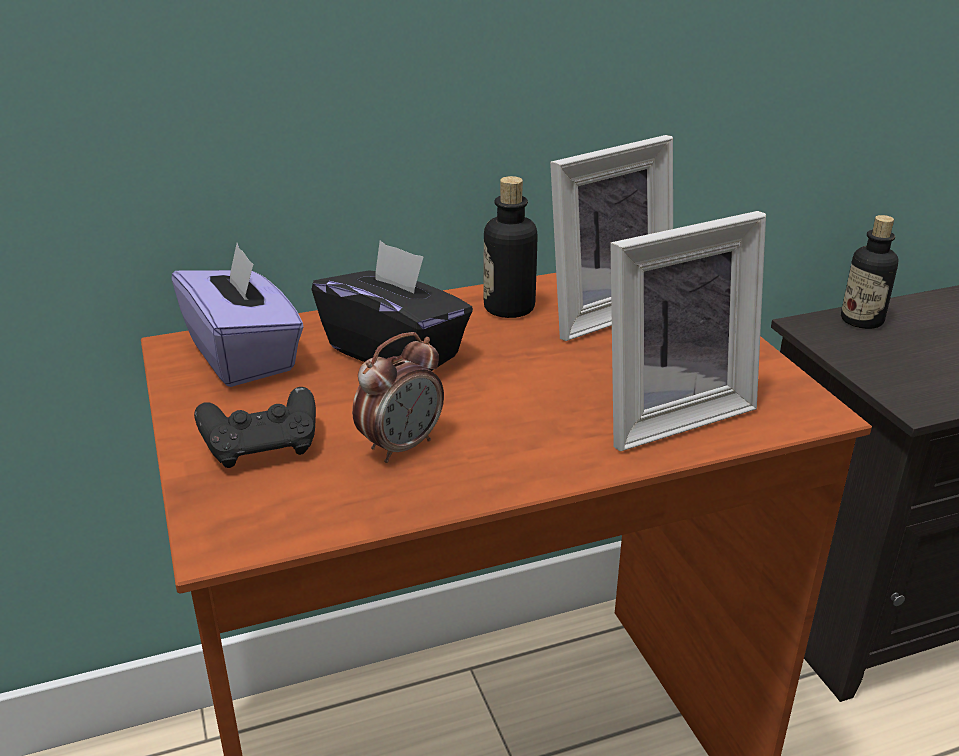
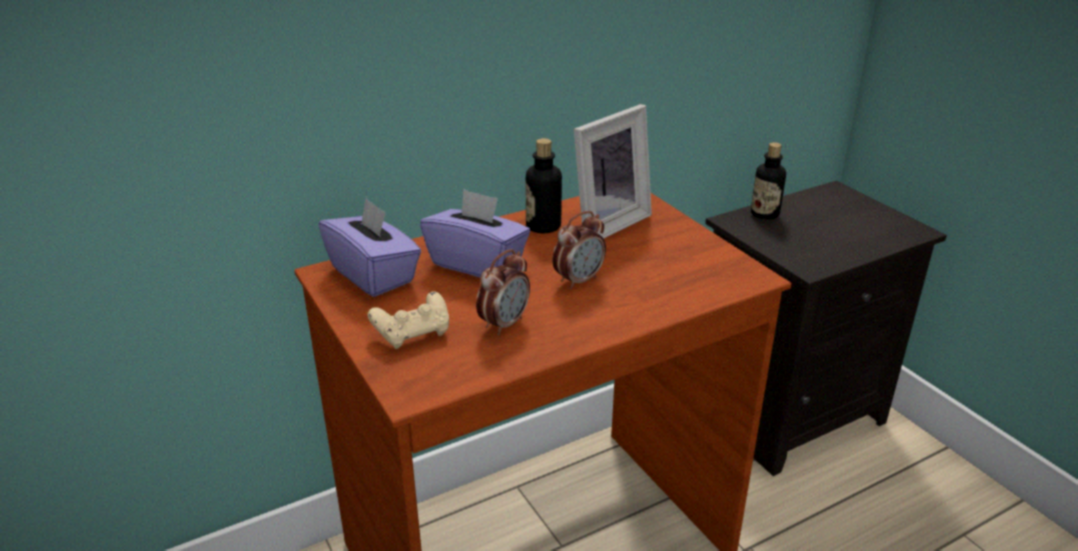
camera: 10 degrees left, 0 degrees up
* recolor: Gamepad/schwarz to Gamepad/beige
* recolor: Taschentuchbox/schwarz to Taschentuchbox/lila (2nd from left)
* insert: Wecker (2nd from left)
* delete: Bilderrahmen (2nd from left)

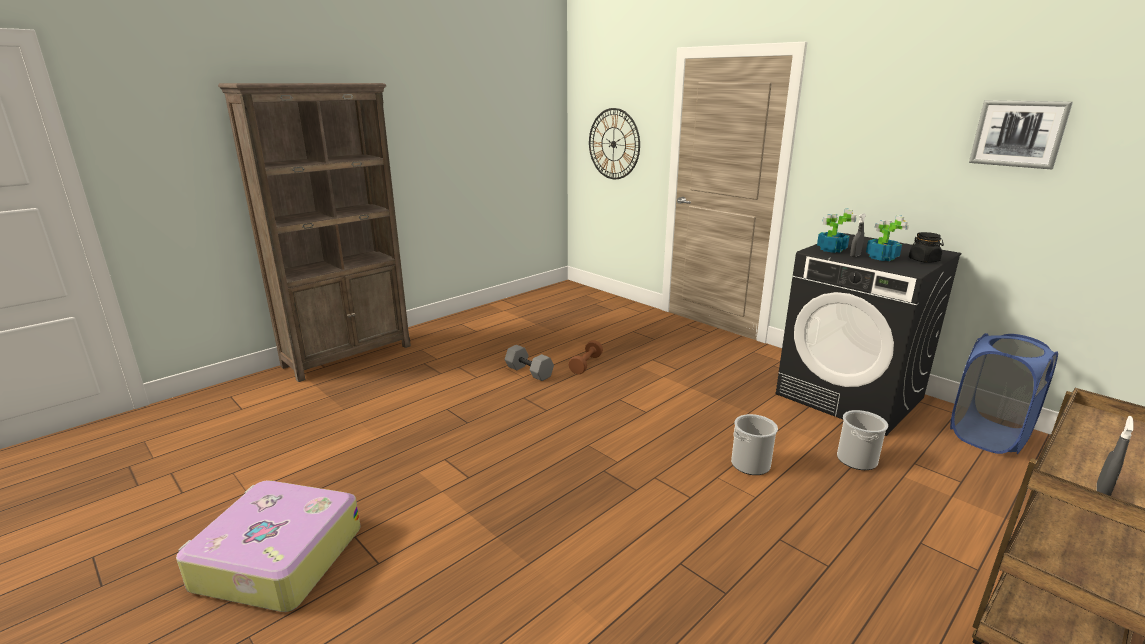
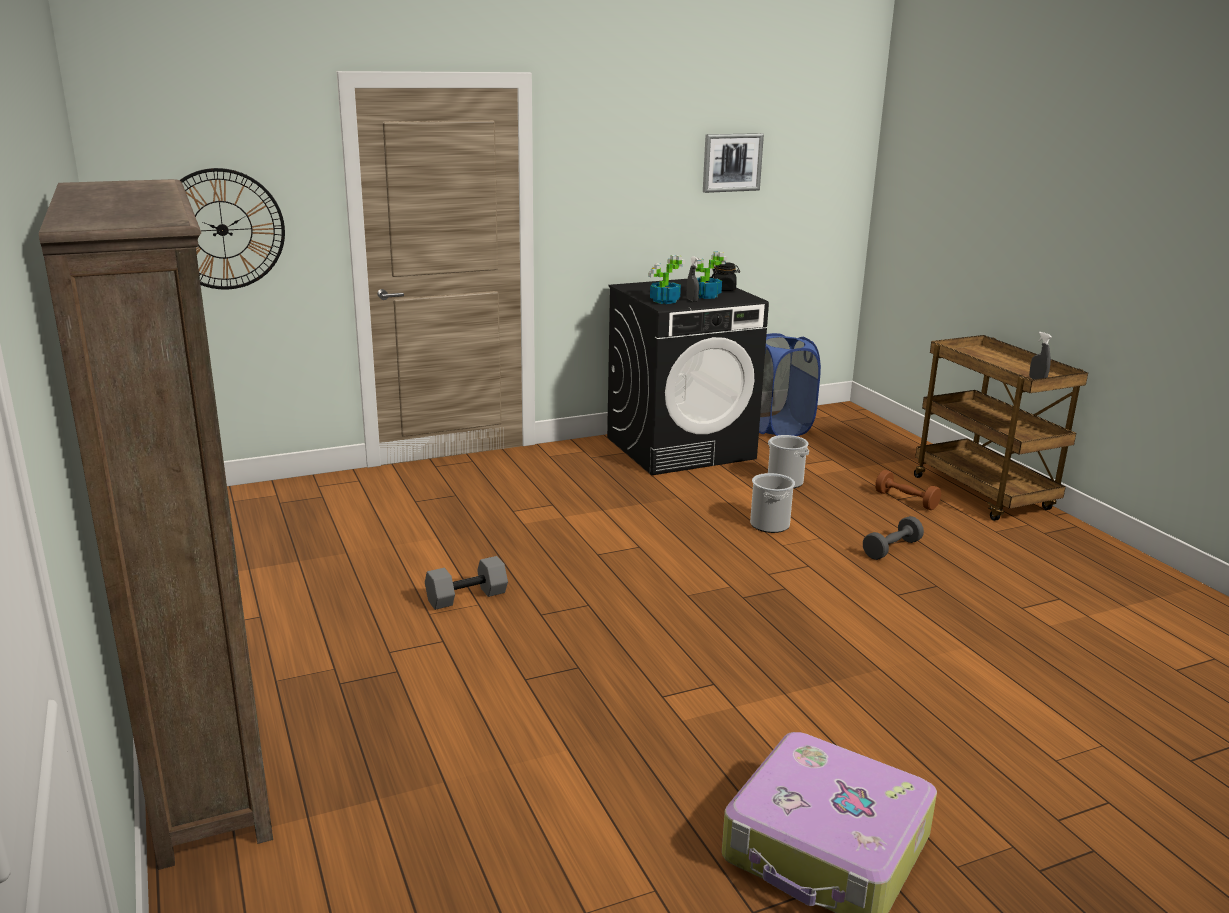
camera: 70 degrees left, 0 degrees up
* insert: Hantel/grau (2nd from left)
* move: Hantel/braun

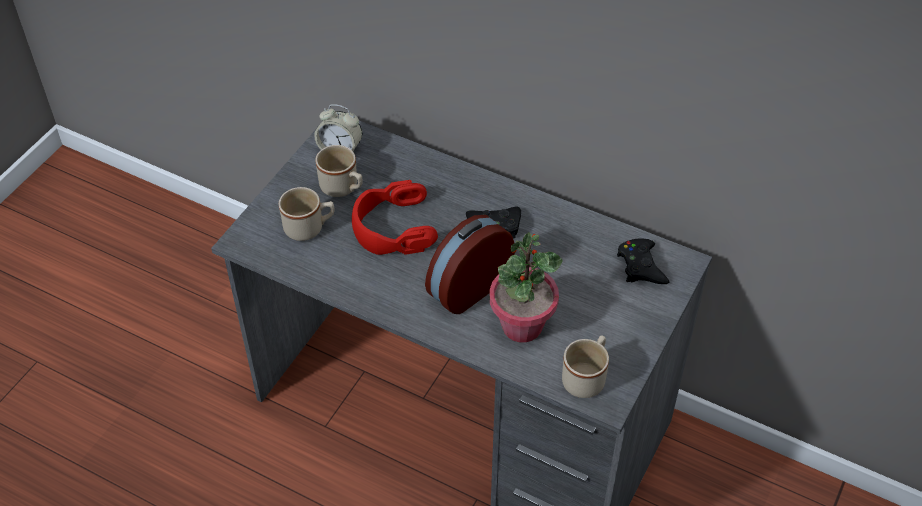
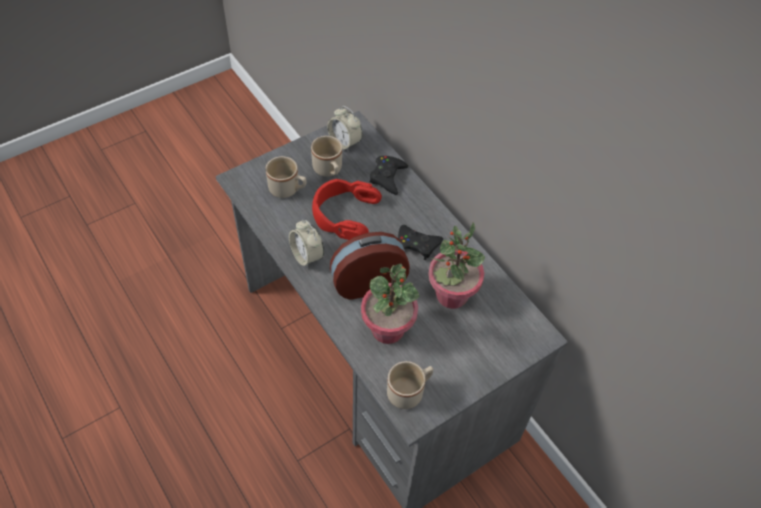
camera: 25 degrees right, 5 degrees up
* insert: Wecker (1st from left)
* move: Gamepad/schwarz (2nd from left in the first image) to Gamepad/schwarz (1st from left)
* insert: Topfpflanze (2nd from left)

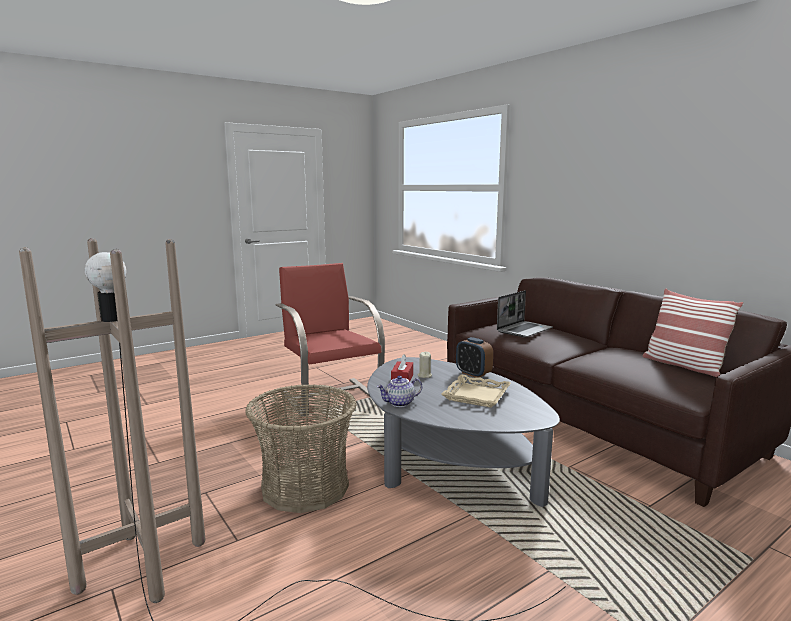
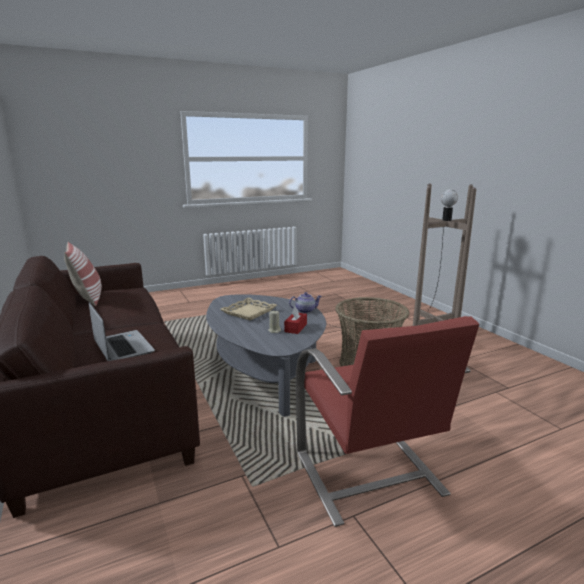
camera: 170 degrees left, 5 degrees up
* rotate: Laptop 90 degrees clockwise
* delete: Wecker

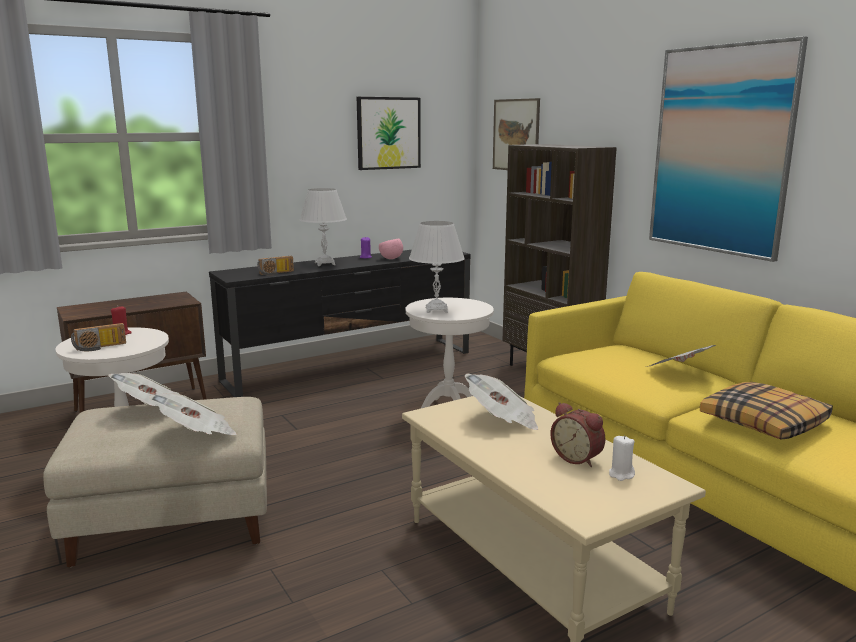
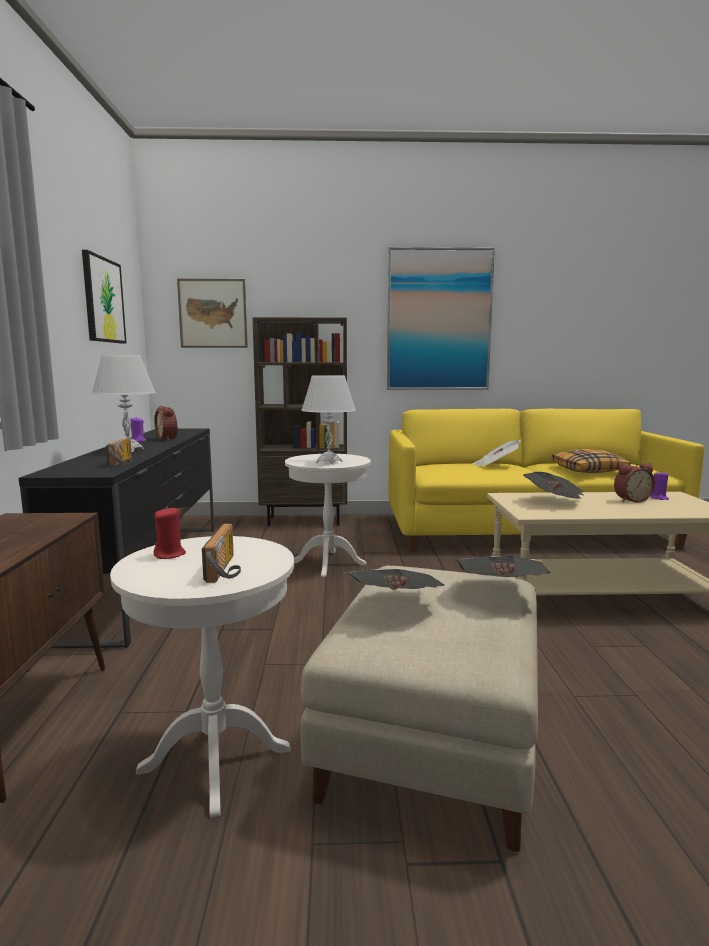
camera: 60 degrees left, 5 degrees down
* replace: Schüssel/rosa to Wecker (1st from left)
* recolor: Kerze/weiß to Kerze/lila (2nd from left)

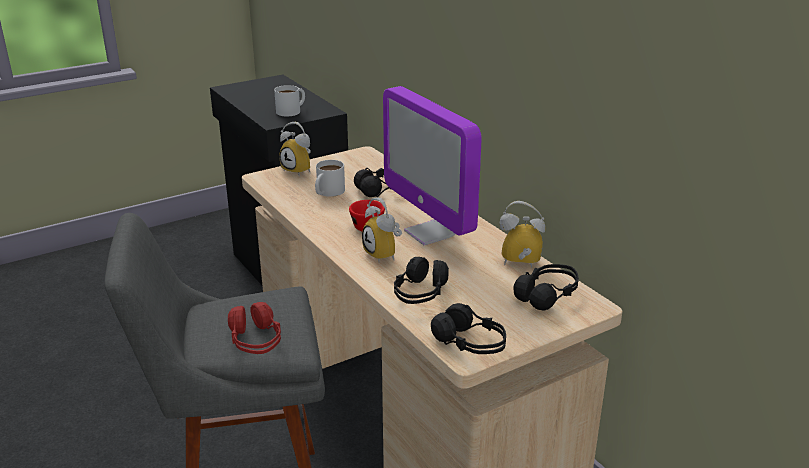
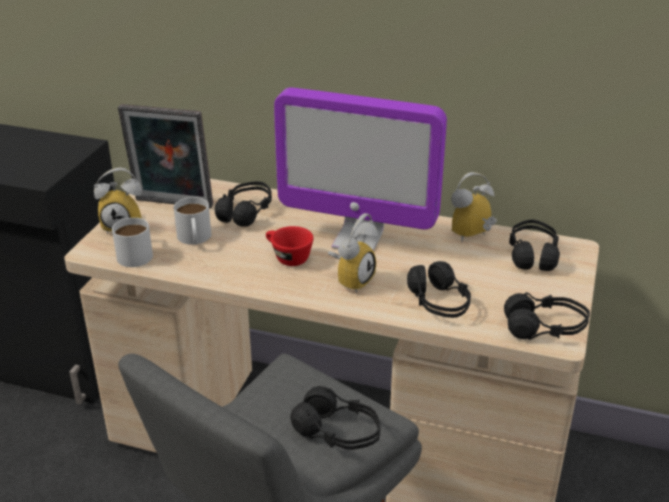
camera: 40 degrees left, 5 degrees up
* move: Henkelbecher/weiß (1st from left)
* insert: Bilderrahmen
* recolor: Kopfhörer/rot to Kopfhörer/schwarz (2nd from left)
* rotate: Wecker (2nd from left) 75 degrees counterclockwise

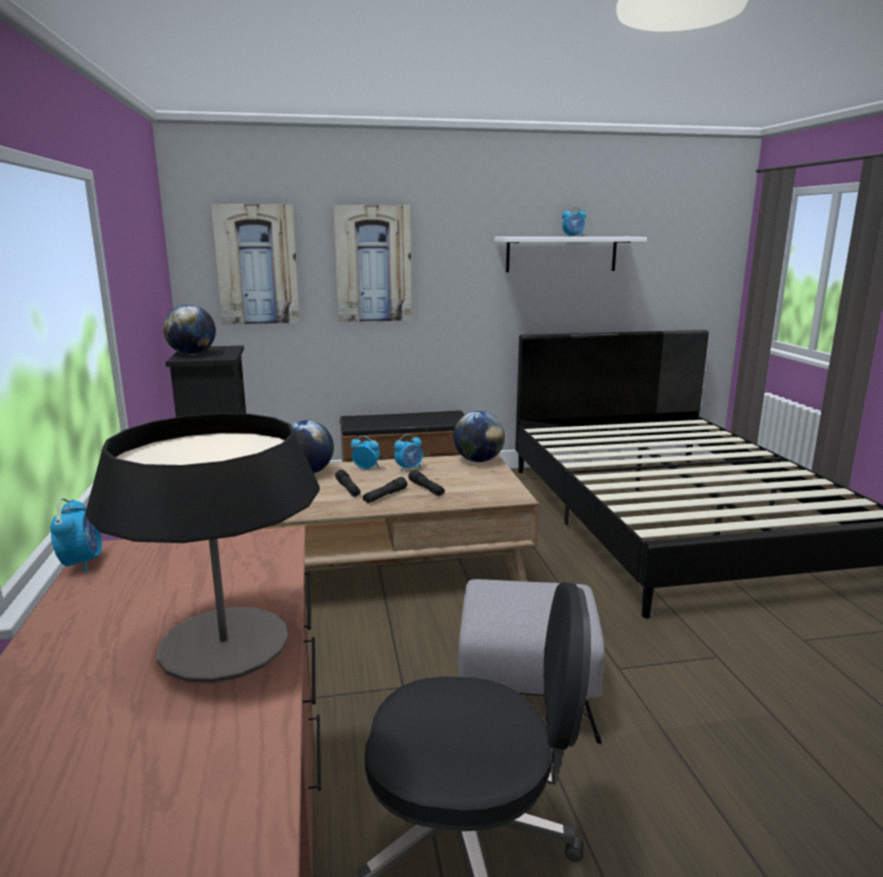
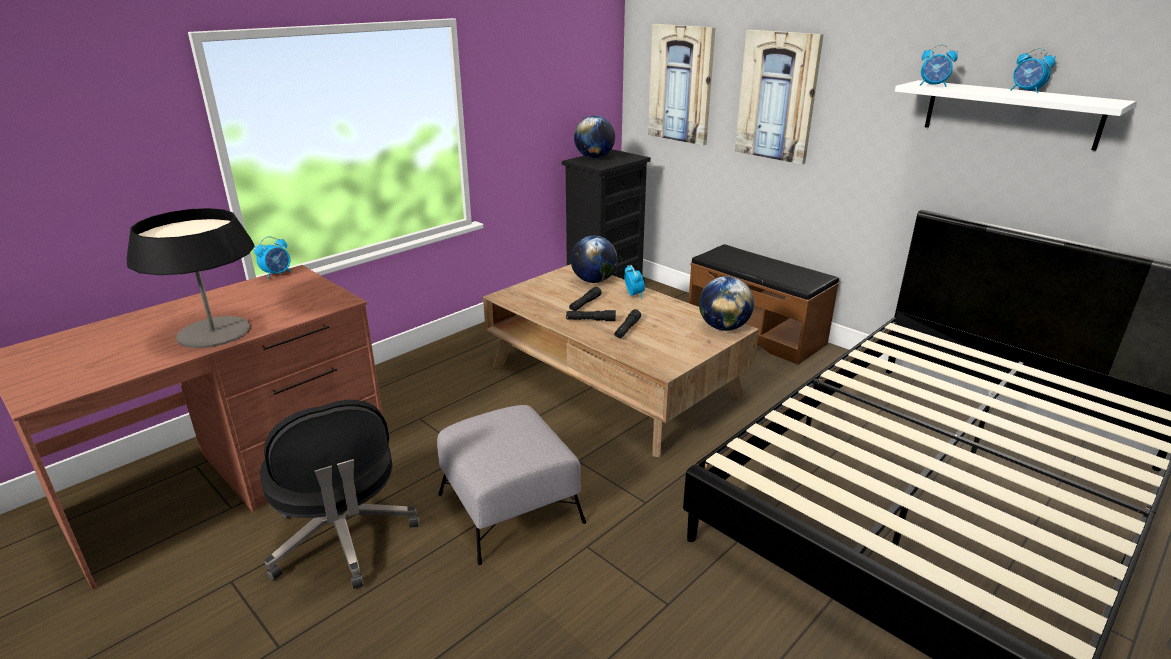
camera: 55 degrees right, 10 degrees up
* move: Wecker (3rd from left)

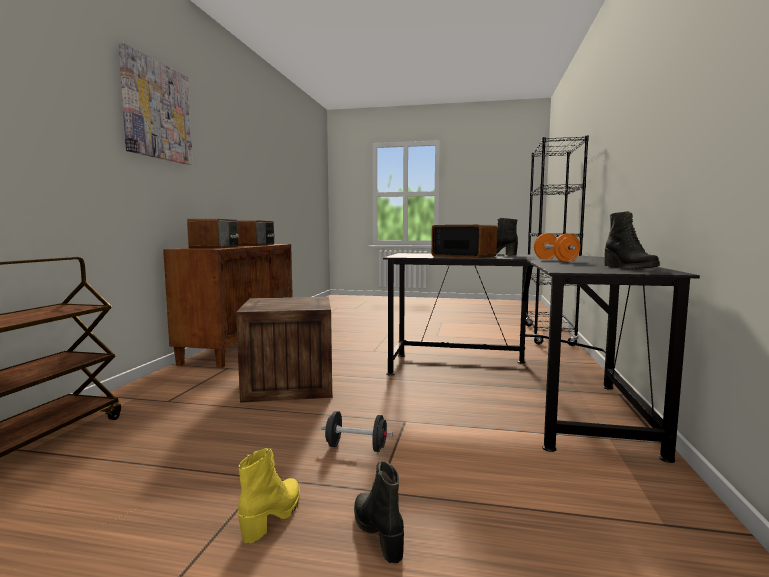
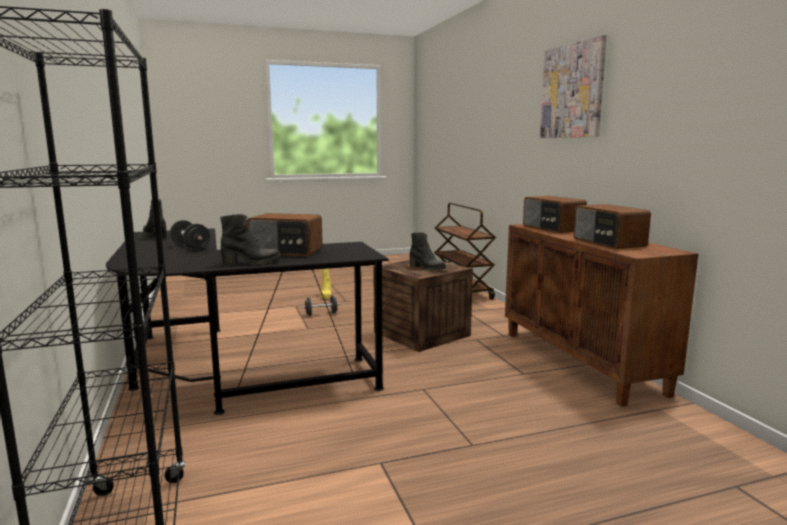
camera: 150 degrees right, 5 degrees up
* recolor: Hantel/orange to Hantel/schwarz (1st from left)
* move: Stiefel/schwarz (1st from left in the first image) to Stiefel/schwarz (3rd from left)

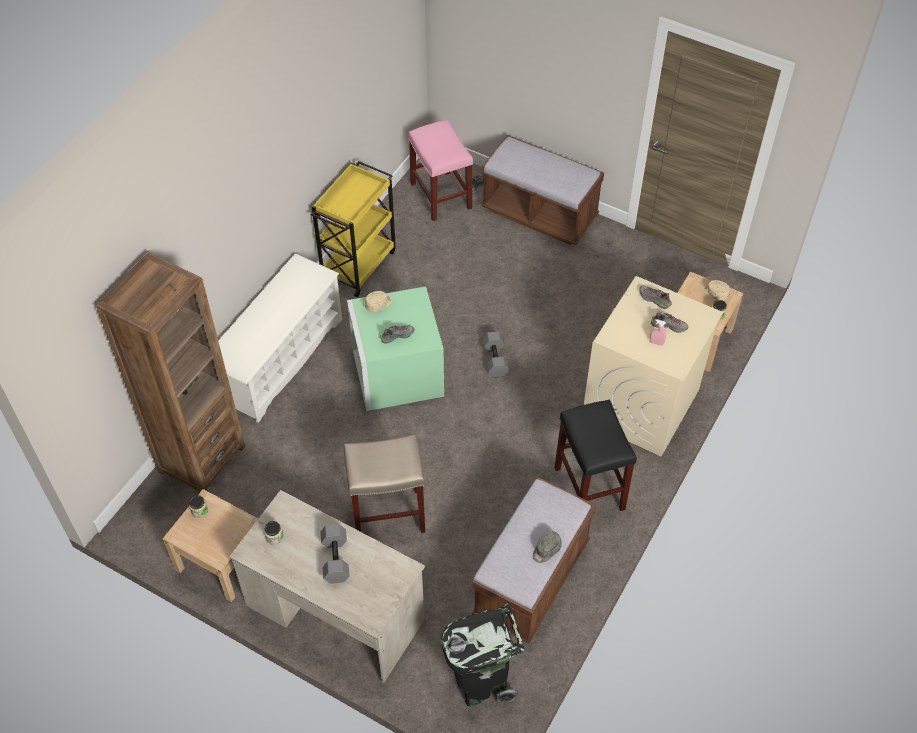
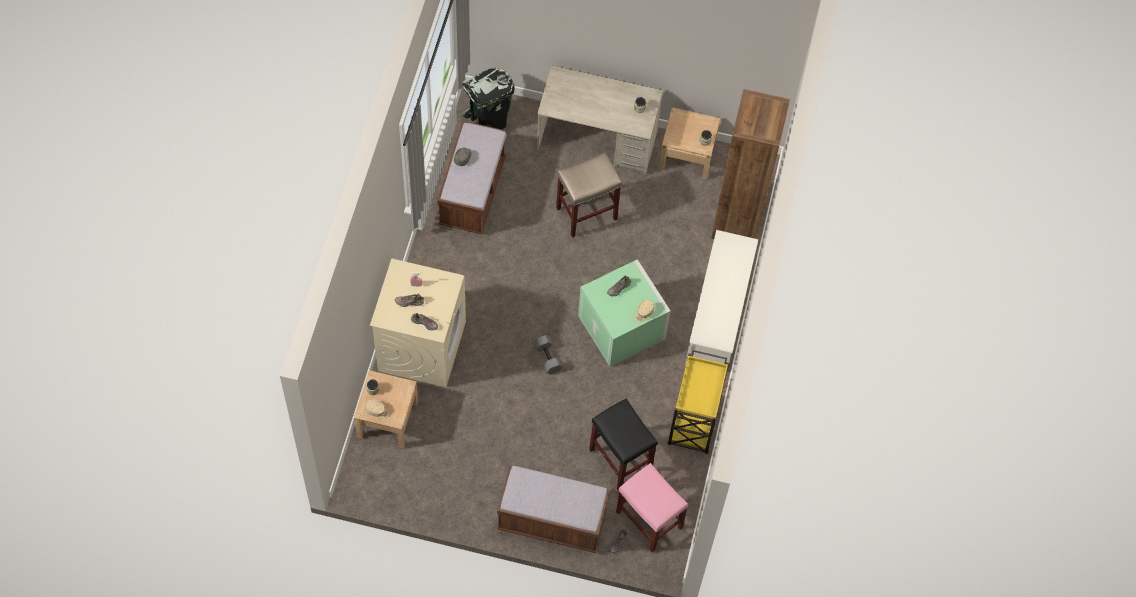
camera: 160 degrees right, 10 degrees up
* move: Hocker/schwarz
* delete: Hantel/grau (1st from left)

